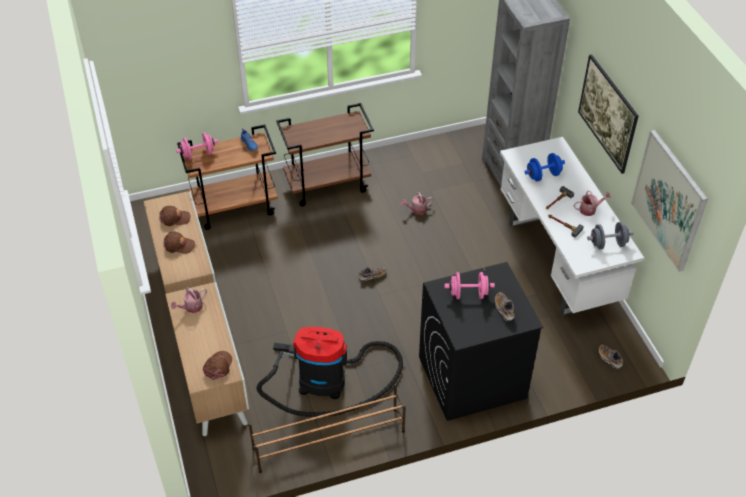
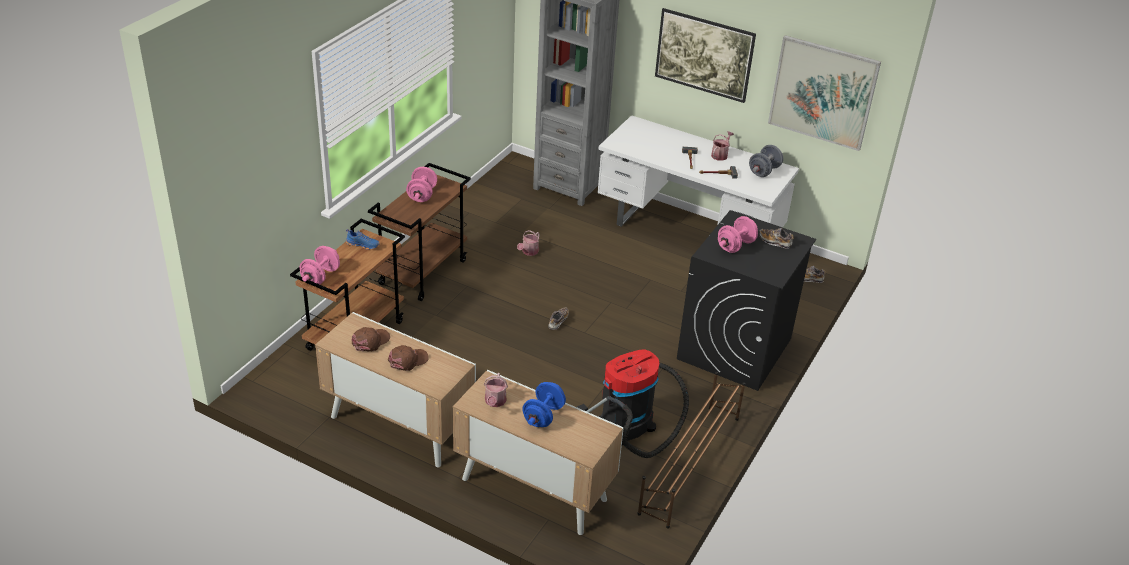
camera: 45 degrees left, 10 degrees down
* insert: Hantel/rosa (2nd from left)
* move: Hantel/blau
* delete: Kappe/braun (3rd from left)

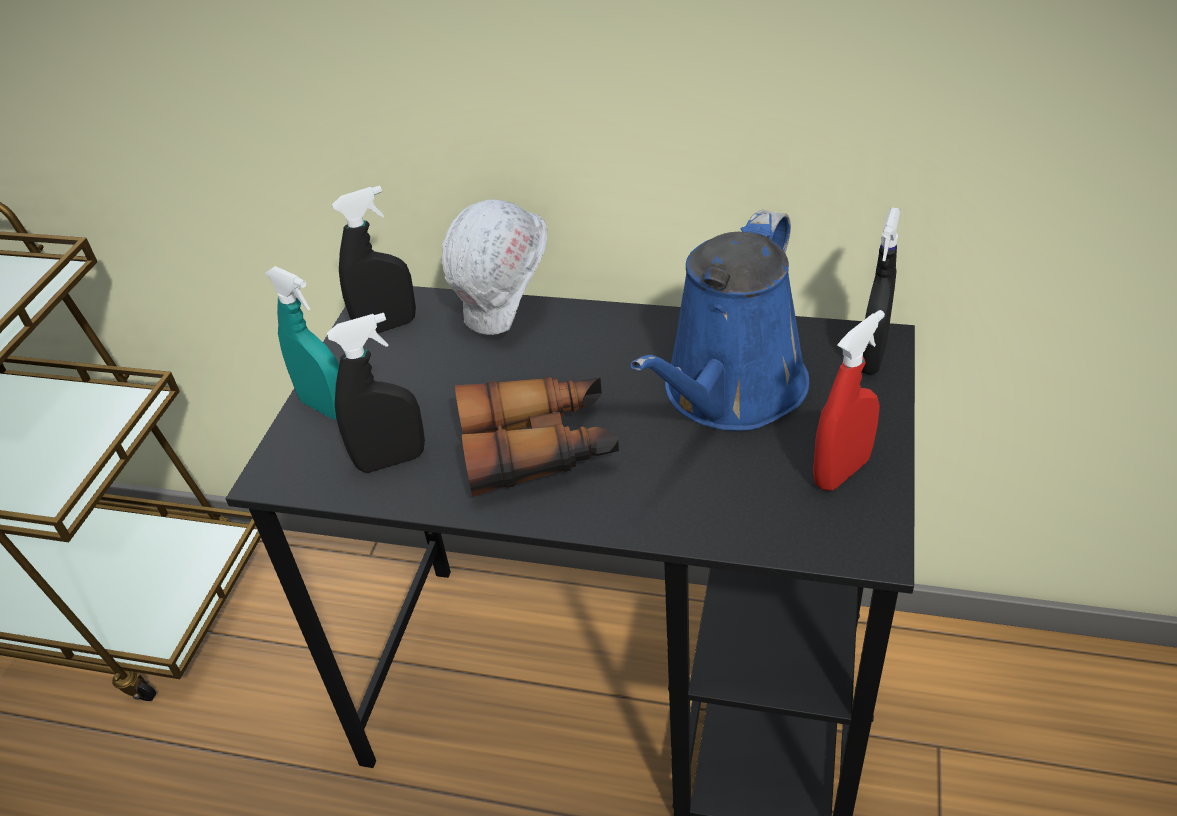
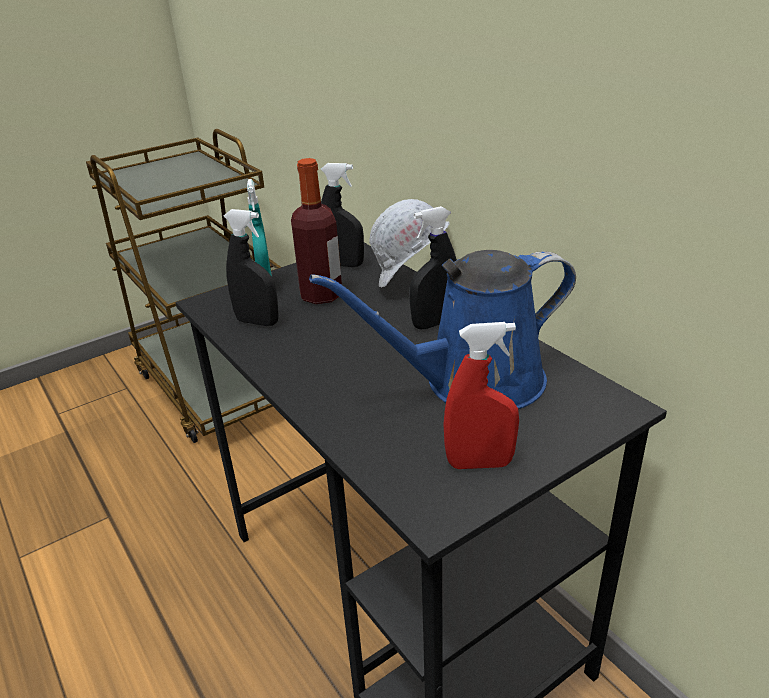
camera: 40 degrees right, 10 degrees down
* insert: Flasche
* move: Sprühflasche/schwarz (3rd from left)
* delete: Fernglas

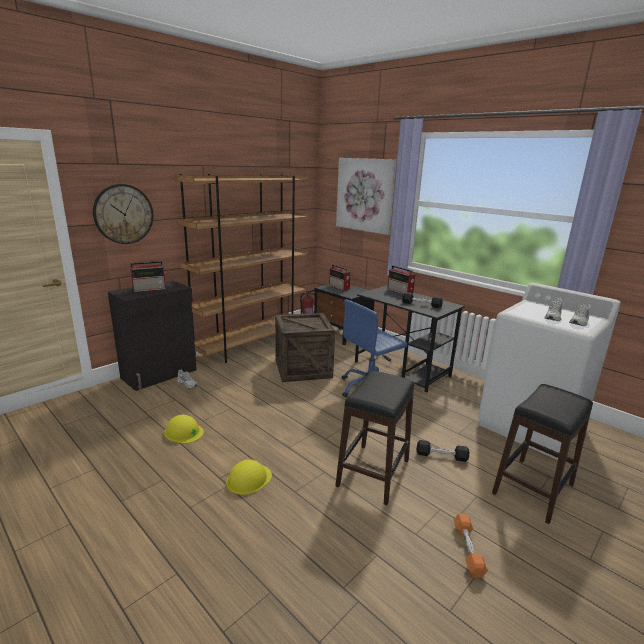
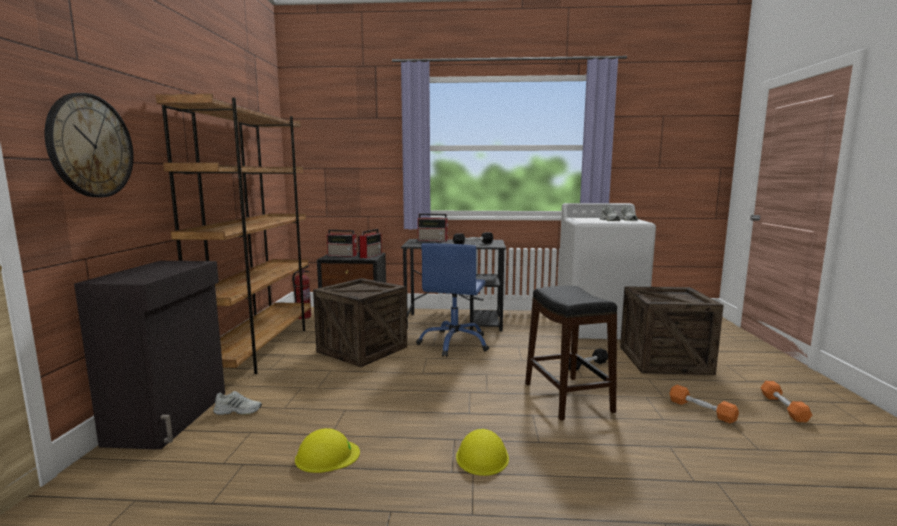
camera: 40 degrees left, 10 degrees down
* move: Radio (1st from left in the first image) to Radio (2nd from left)
* replace: Hocker/schwarz (2nd from left) to Kiste (2nd from left)
* insert: Hantel/orange (2nd from left)
* delete: Bild

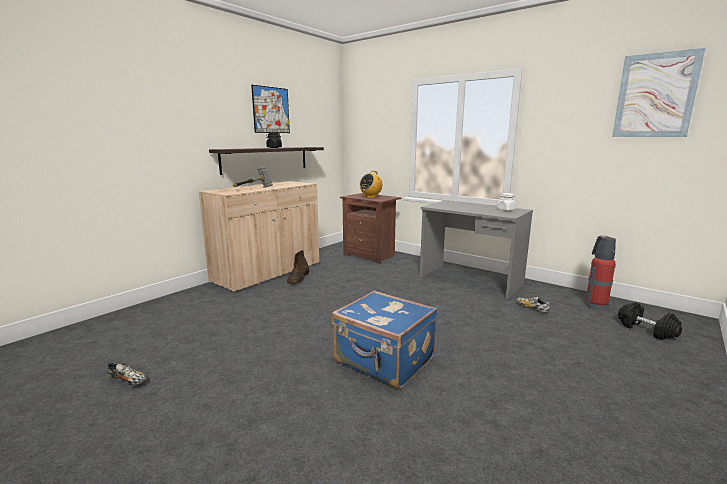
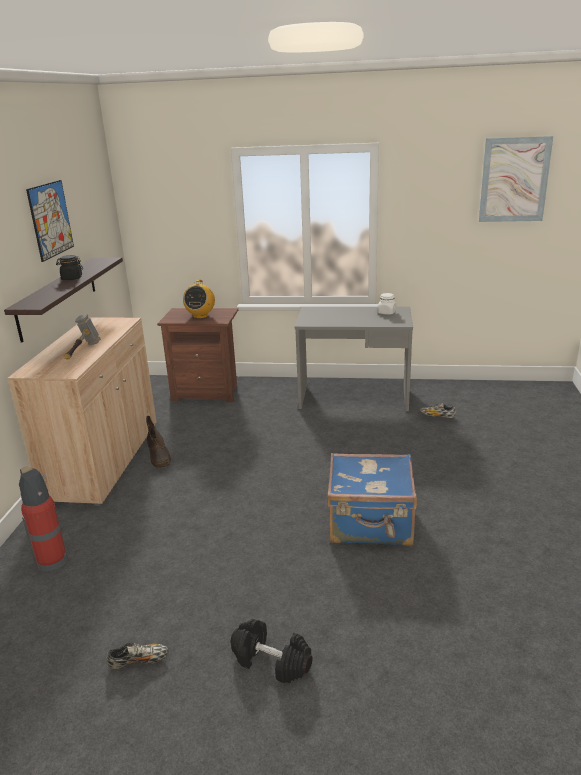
camera: 30 degrees left, 10 degrees up
* move: Feuerlöscher
* move: Hantel/schwarz

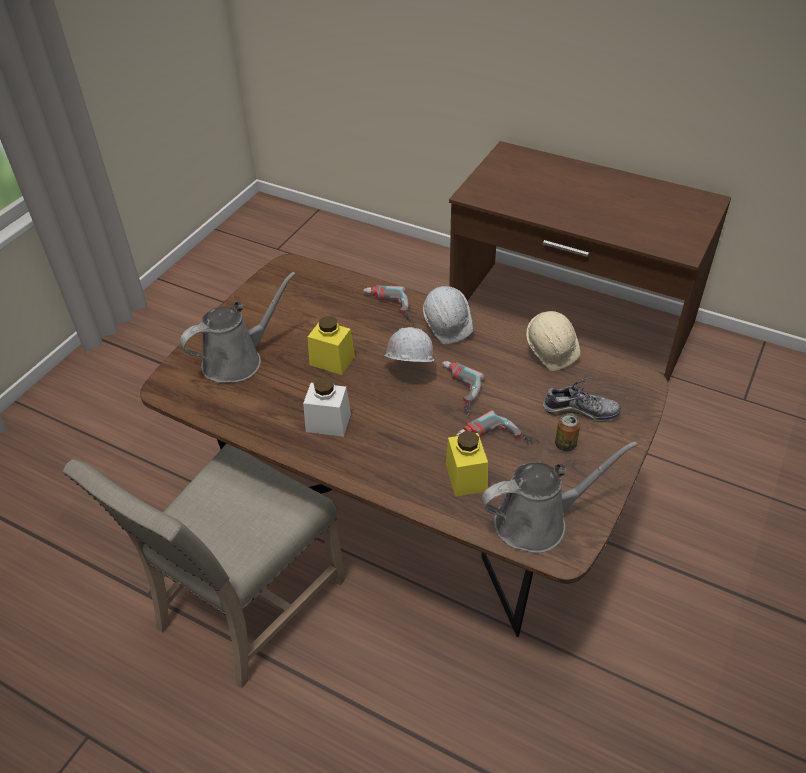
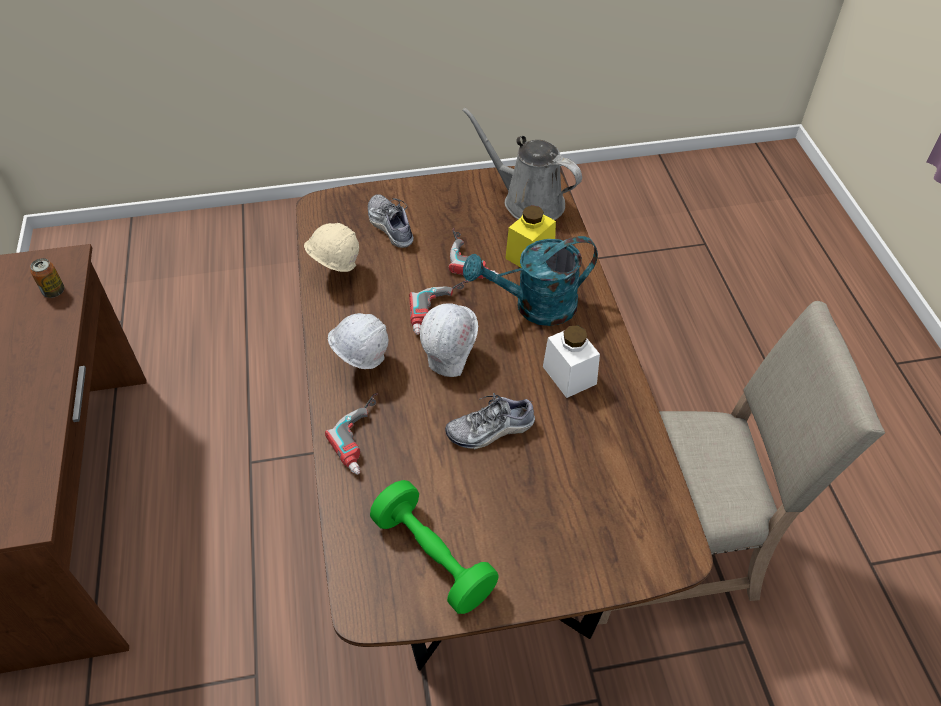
camera: 130 degrees left, 5 degrees up
* move: Dose
* insert: Hantel/grün
* replace: Vorratsglas/gelb (1st from left) to Schuh (2nd from left)
* insert: Gießkanne/türkis
* delete: Gießkanne/grau (1st from left)

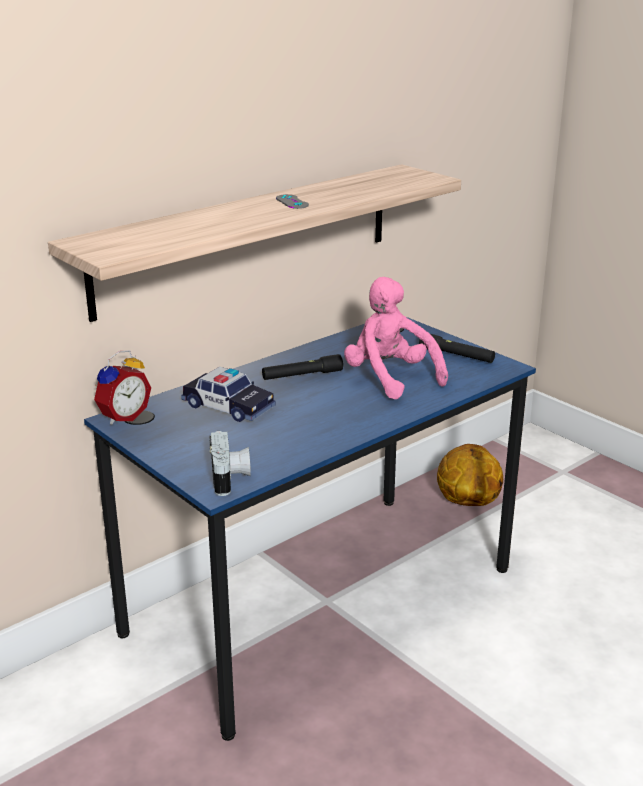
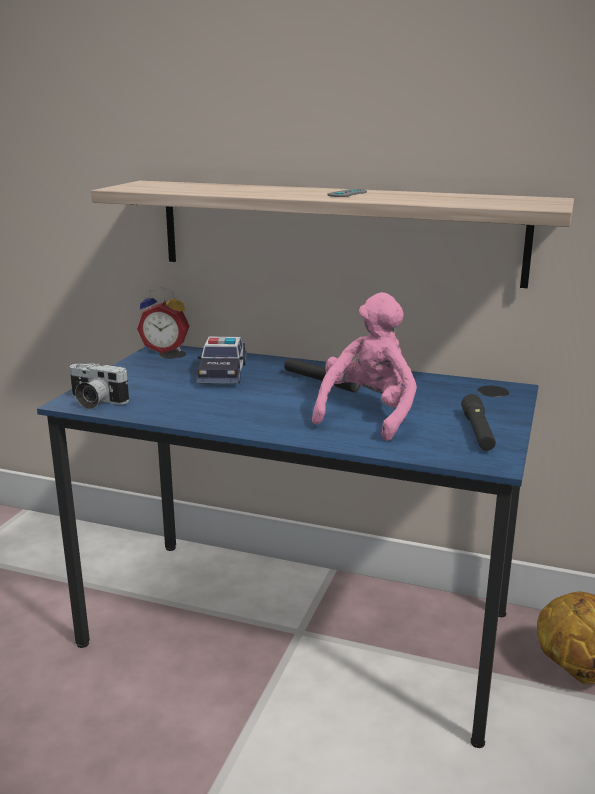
camera: 60 degrees right, 5 degrees down
* rotate: Kamera 60 degrees clockwise

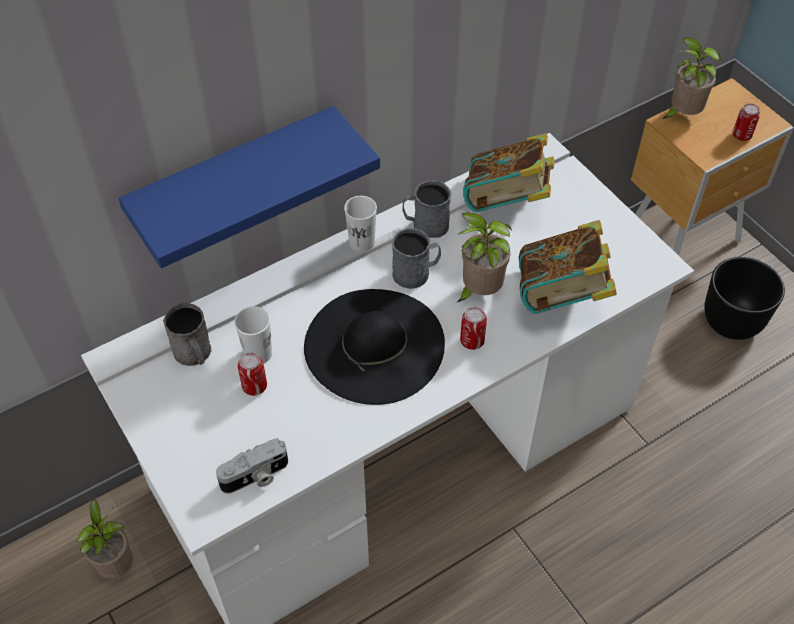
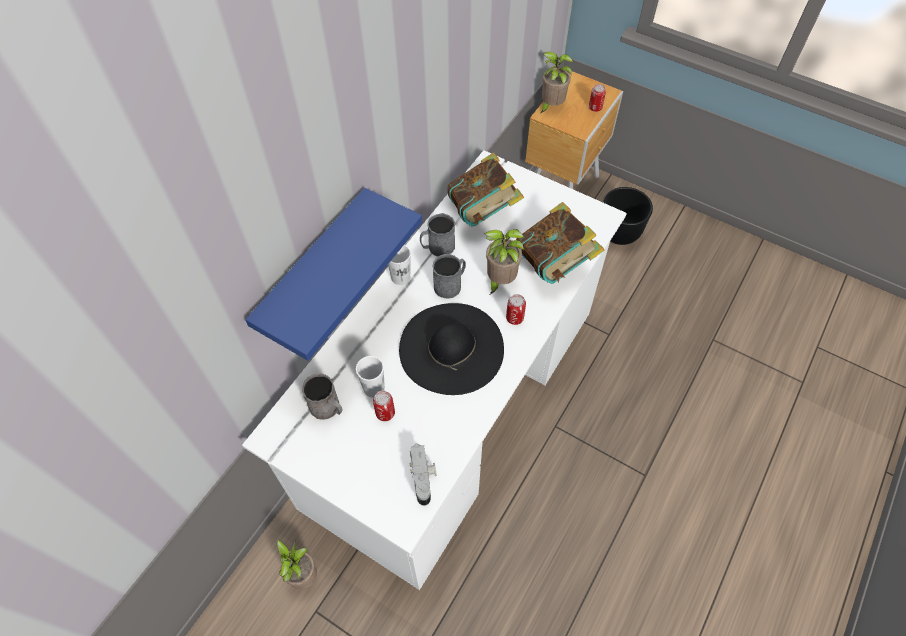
camera: 25 degrees left, 5 degrees up
* rotate: Kamera 45 degrees counterclockwise

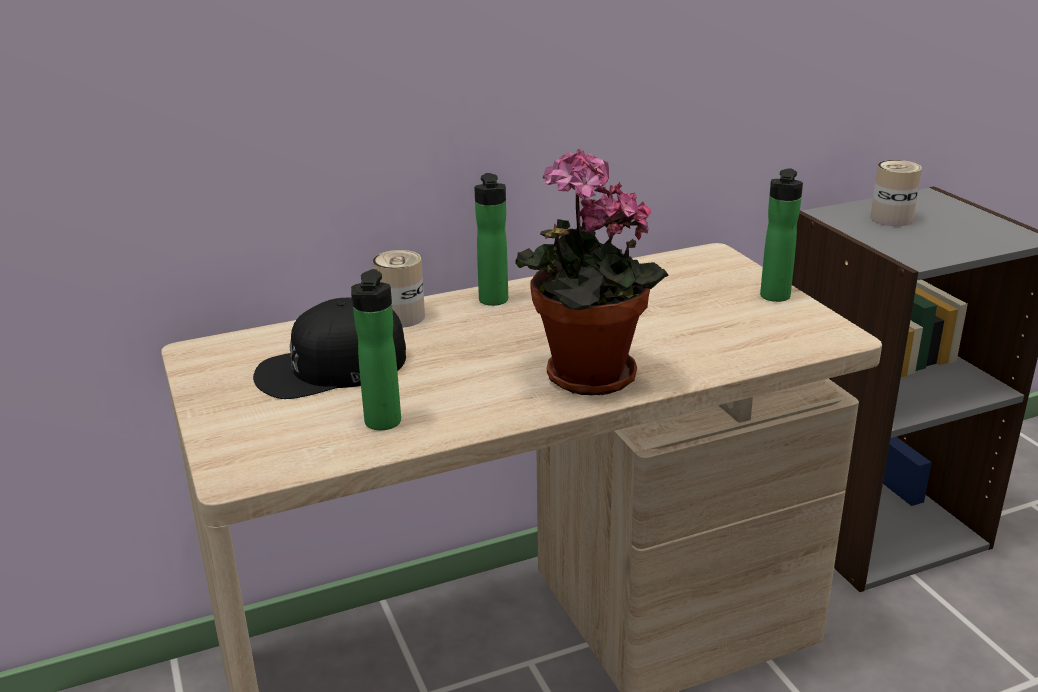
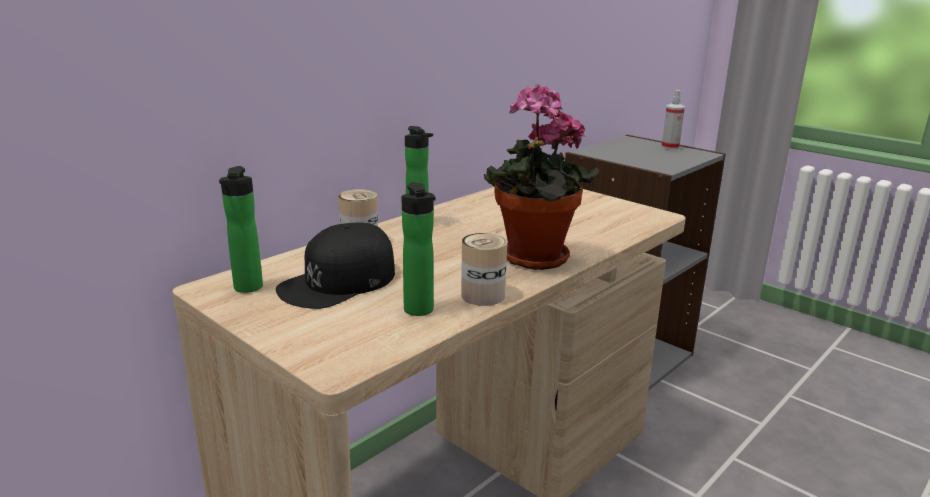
camera: 25 degrees left, 5 degrees down
* move: Flasche (3rd from left in the first image) to Flasche (1st from left)
* move: Dose (2nd from left)
* insert: Sprühflasche

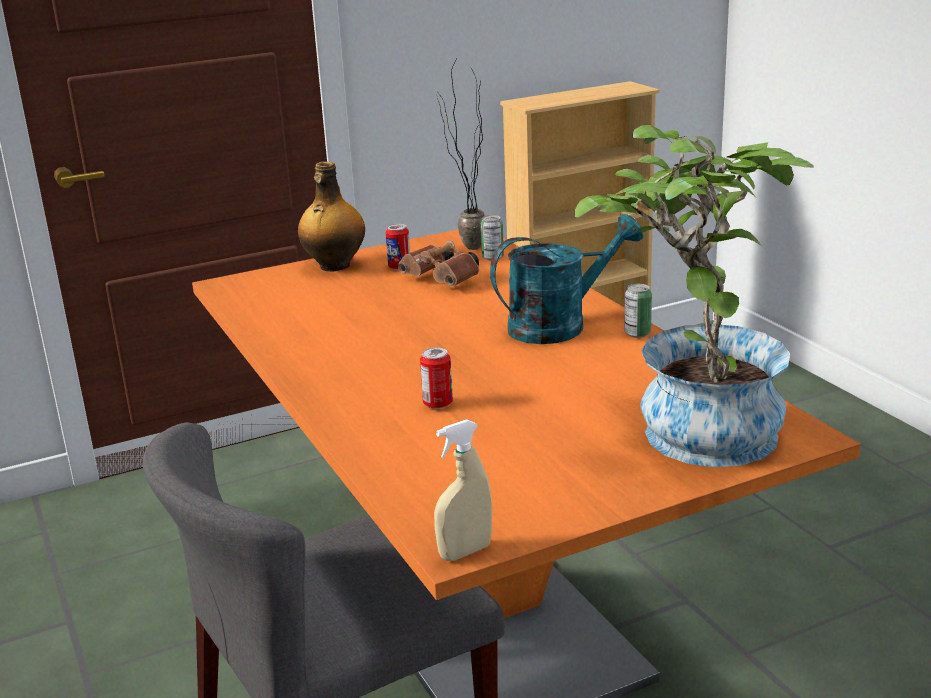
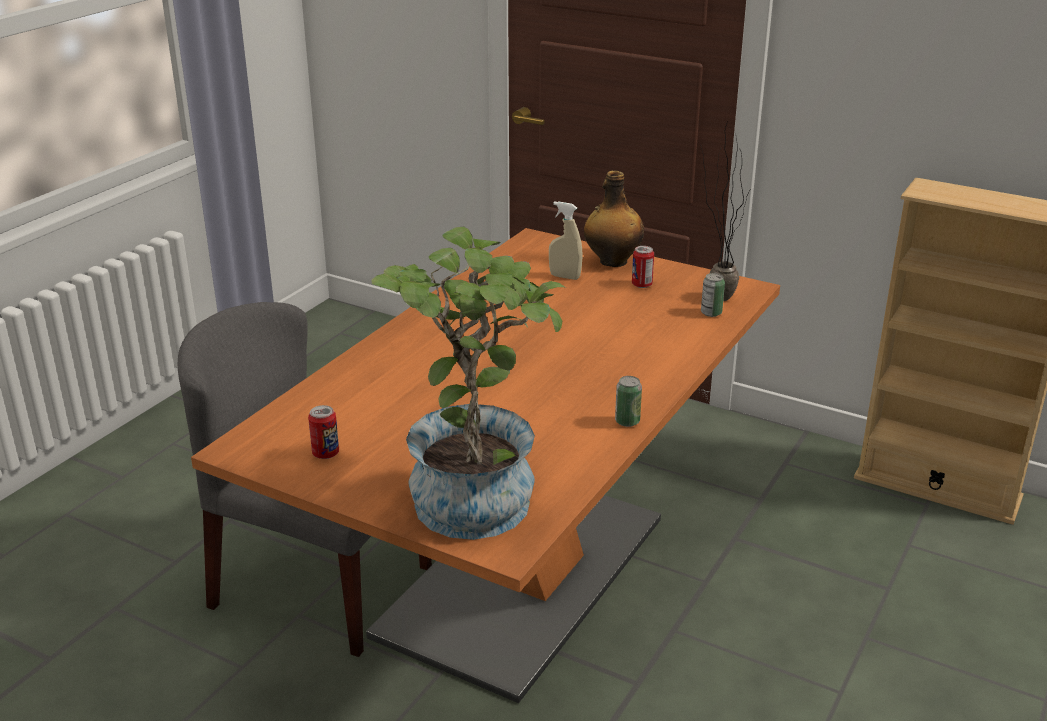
camera: 55 degrees right, 5 degrees up
* move: Dose (2nd from left in the first image) to Dose (1st from left)
* move: Sprühflasche/beige
* delete: Fernglas/braun
* delete: Gießkanne/türkis

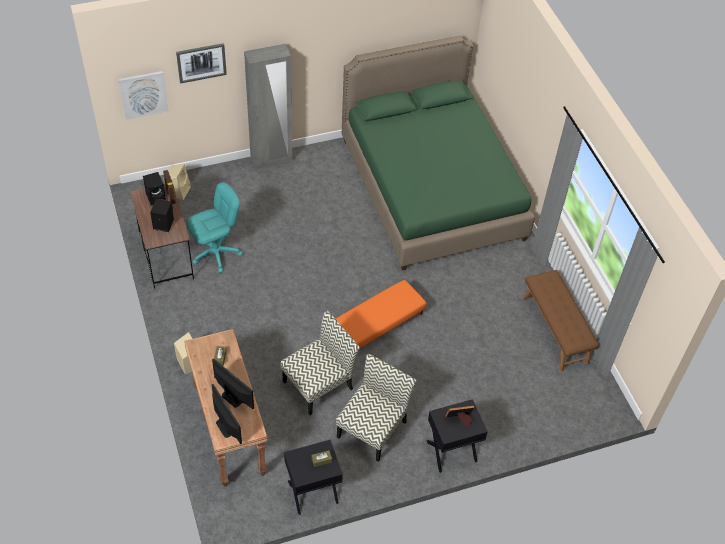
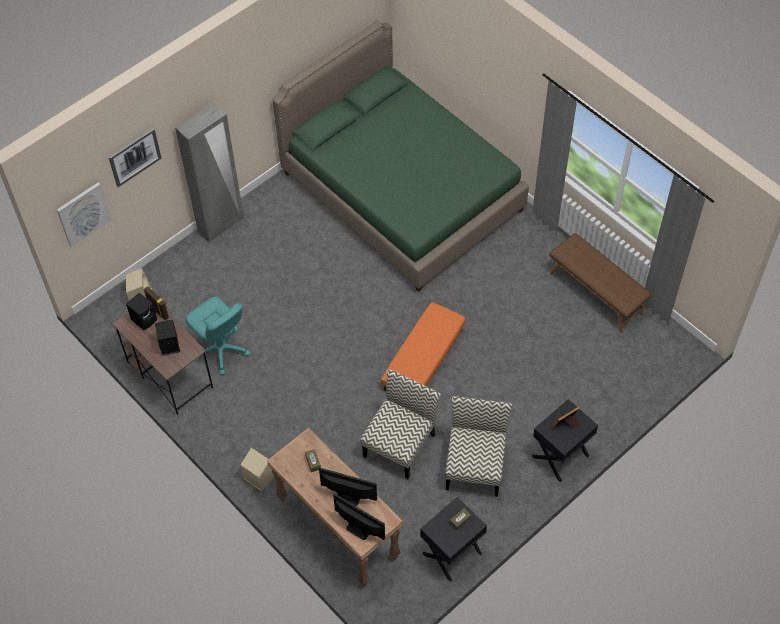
camera: 20 degrees left, 5 degrees up
* rotate: Bürostuhl/türkis 105 degrees clockwise

